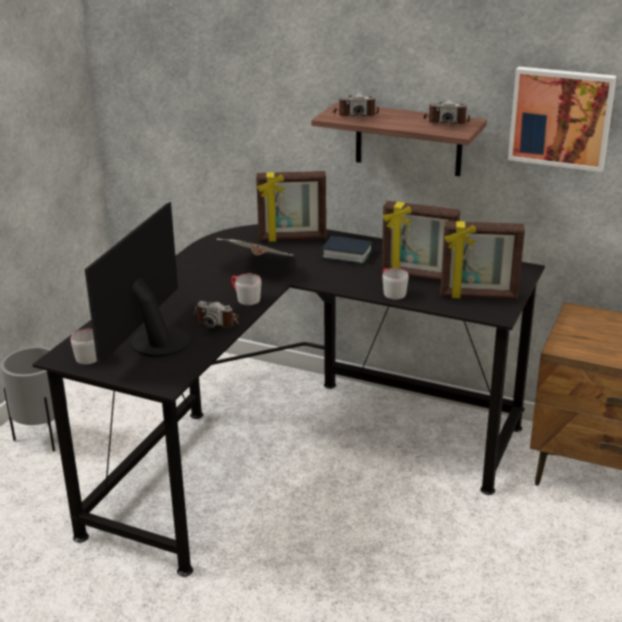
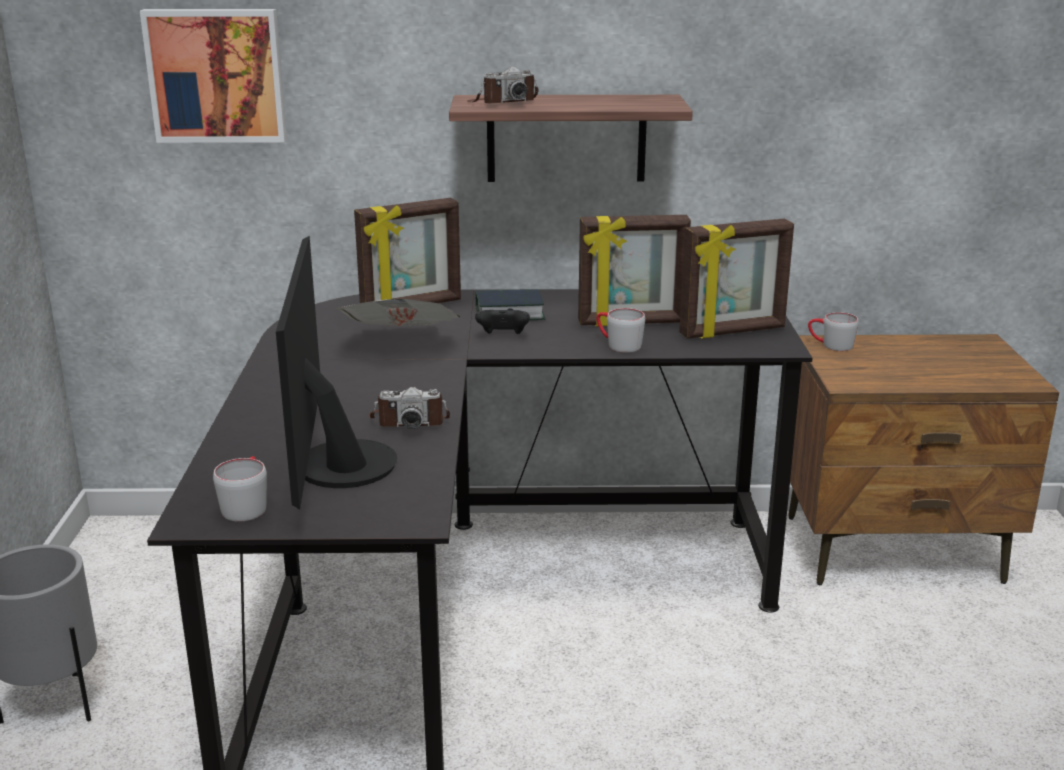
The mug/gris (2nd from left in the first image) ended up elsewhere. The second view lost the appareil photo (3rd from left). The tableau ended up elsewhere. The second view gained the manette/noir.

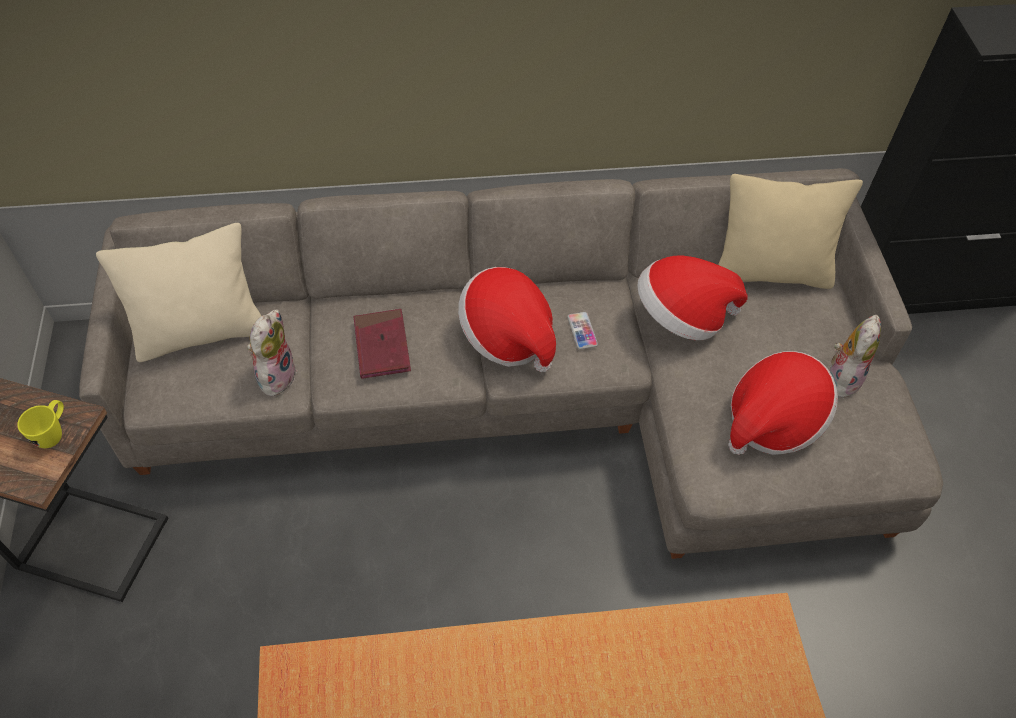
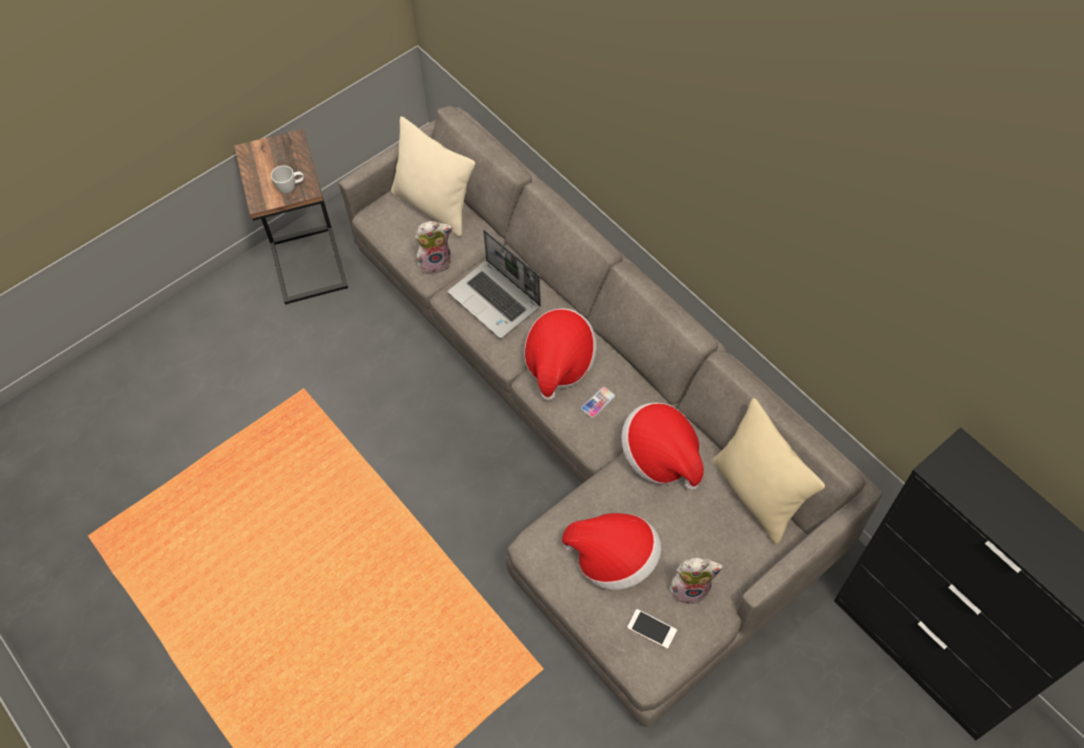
What was the mug/jaune turned into the mug/blanc. Where the livre/rouge stood, the ordinateur portable came to stand. The second view gained the téléphone (2nd from left).

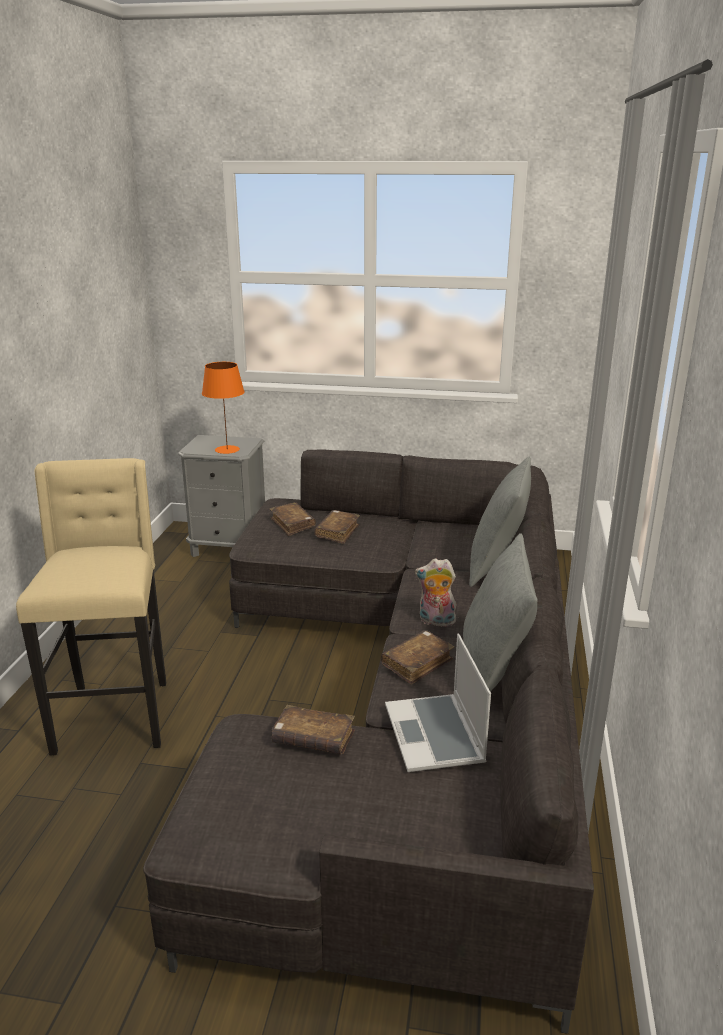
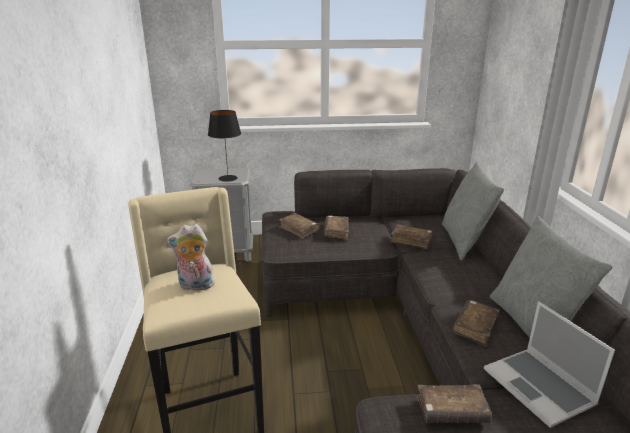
What was the lampe de table/orange turned into the lampe de table/noir. The peluche ended up elsewhere. The second view gained the livre/marron (3rd from left).

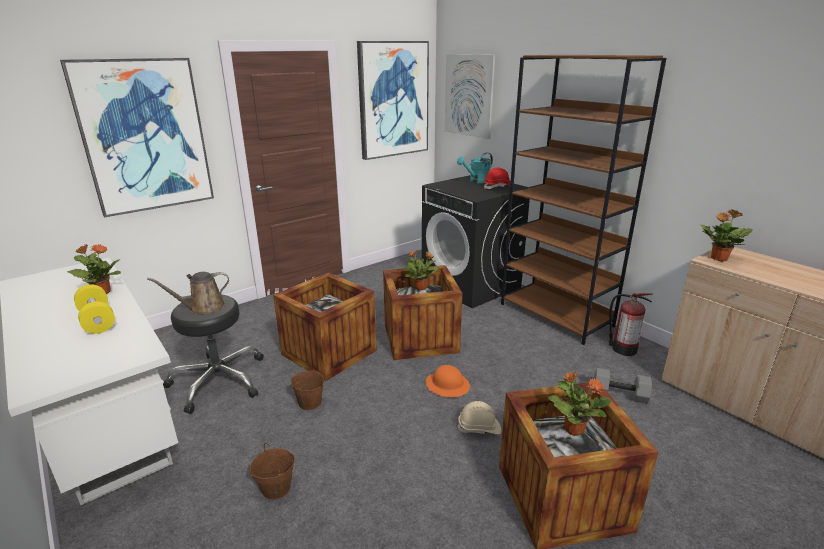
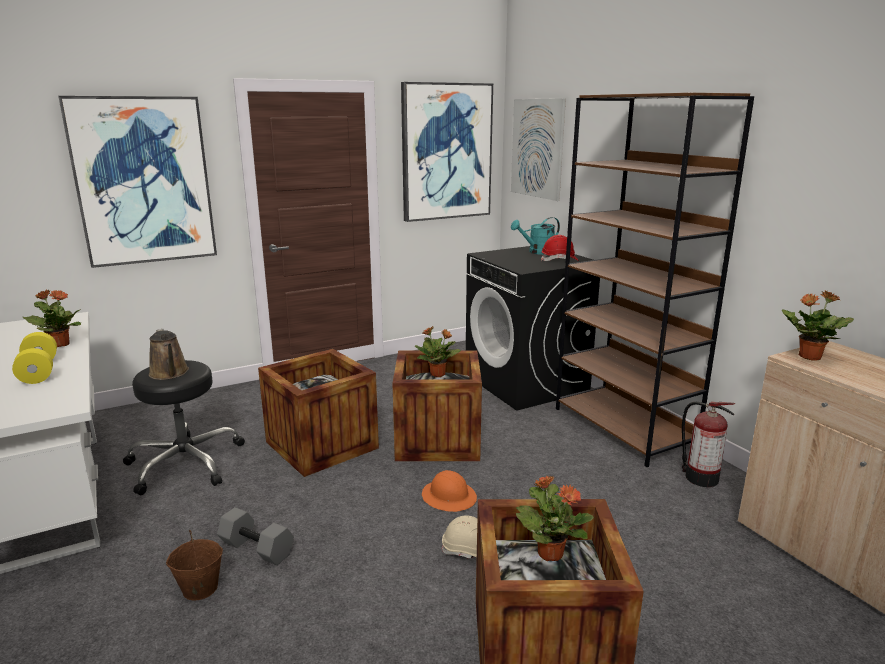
The arrosoir/marron ended up facing another way, 105 degrees counterclockwise from before. The second view lost the seau/marron (2nd from left). The haltère/gris ended up elsewhere.

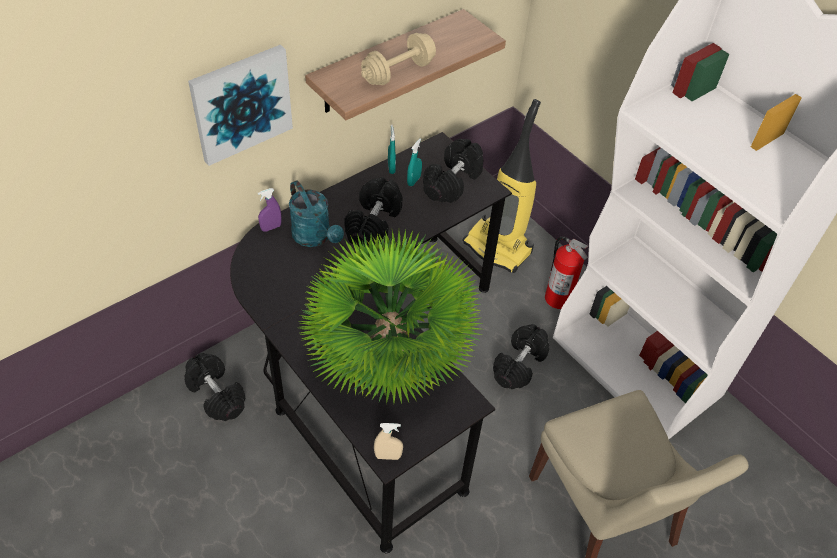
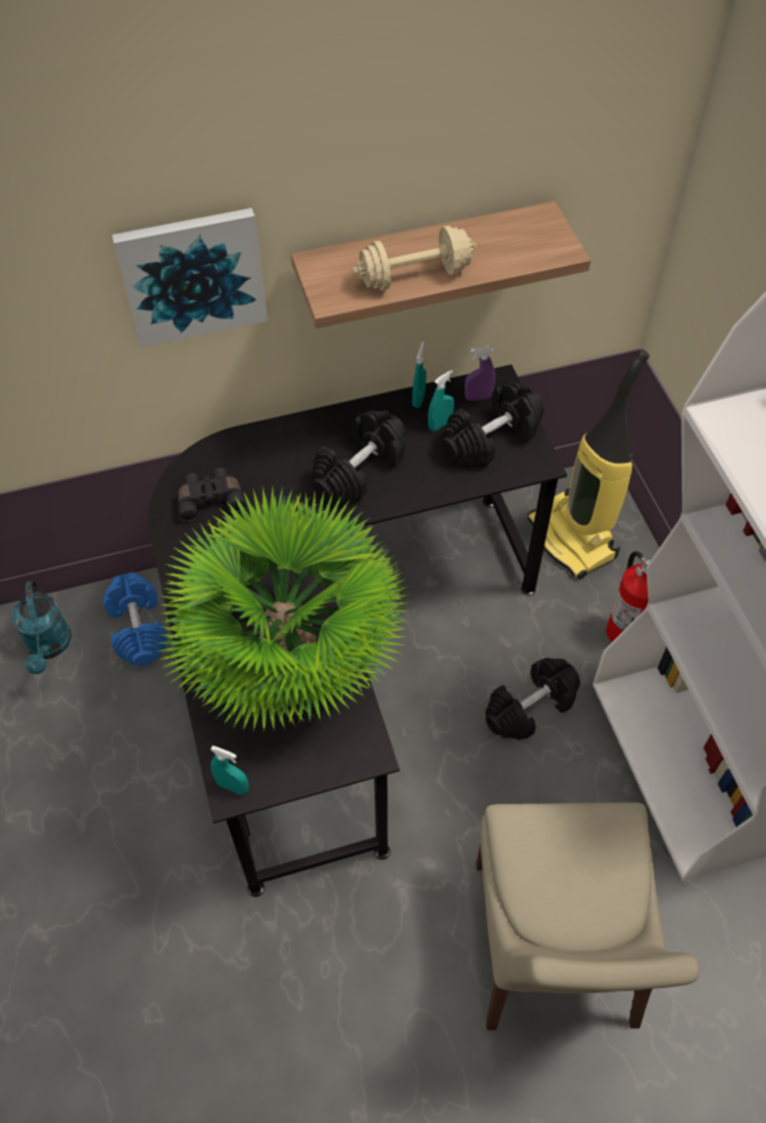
What was the haltère/noir (1st from left) turned into the haltère/bleu. The vaporisateur/violet ended up elsewhere. The arrosoir/turquoise ended up elsewhere. What was the vaporisateur/beige turned into the vaporisateur/turquoise (1st from left). The second view gained the jumelles/noir.

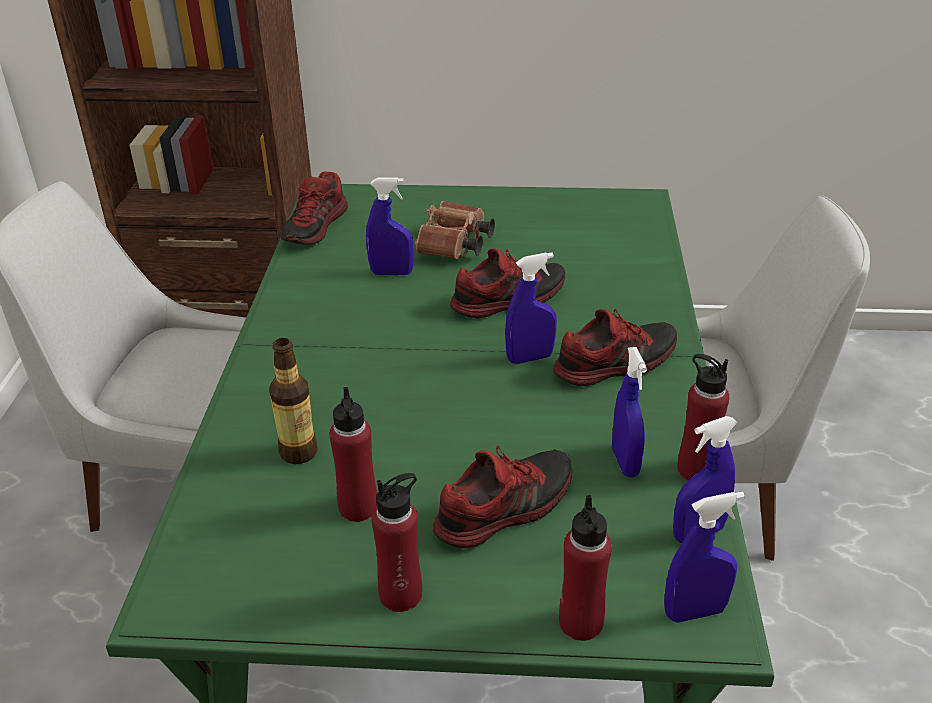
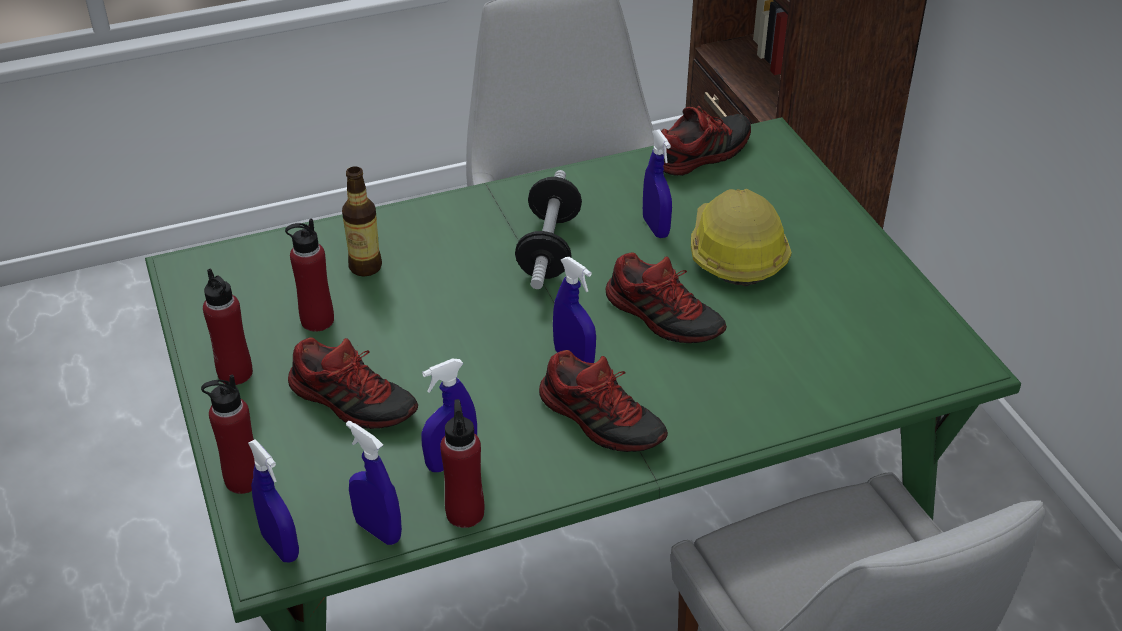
The chaussure (1st from left in the first image) ended up facing another way, 150 degrees clockwise from before. Where the jumelles/marron stood, the casque de chantier came to stand. The second view gained the haltère.

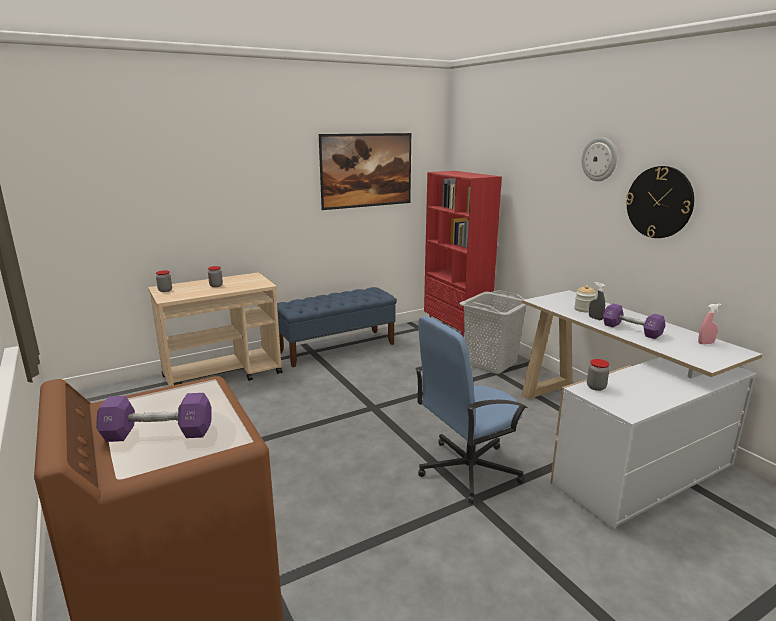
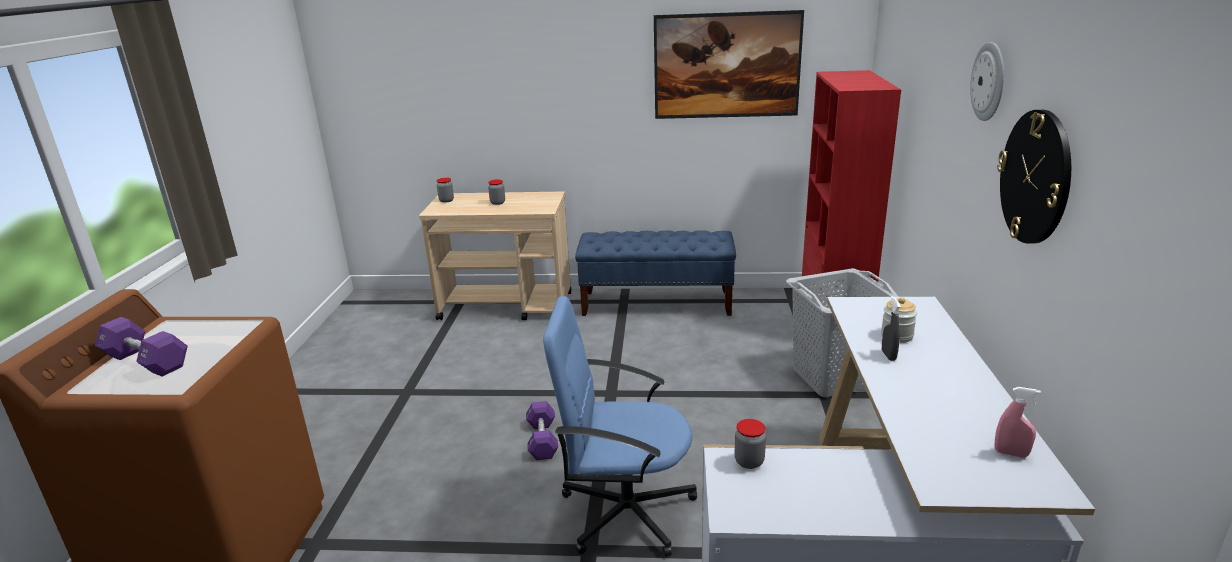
The haltère/violet (2nd from left) ended up elsewhere.

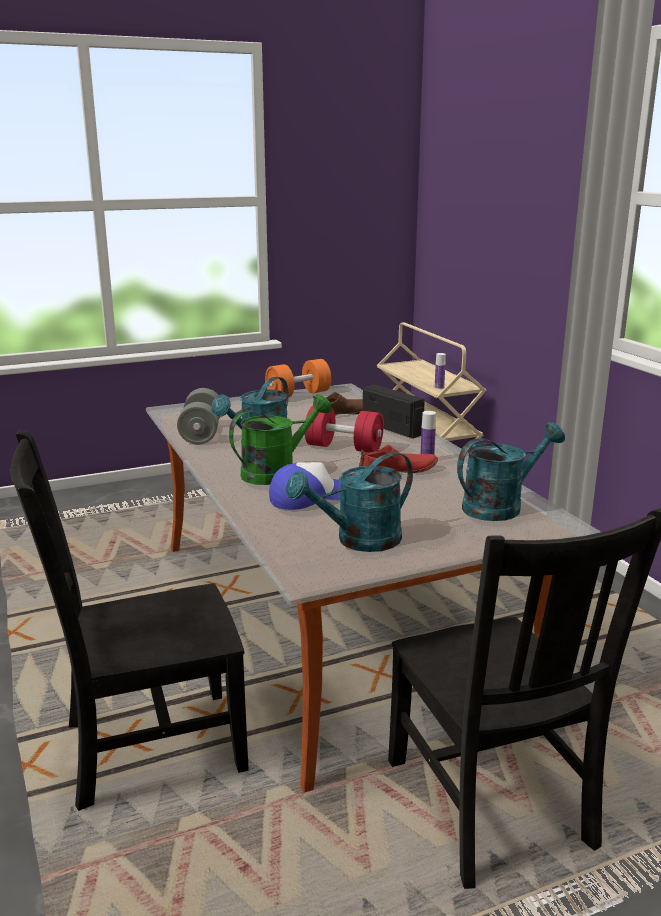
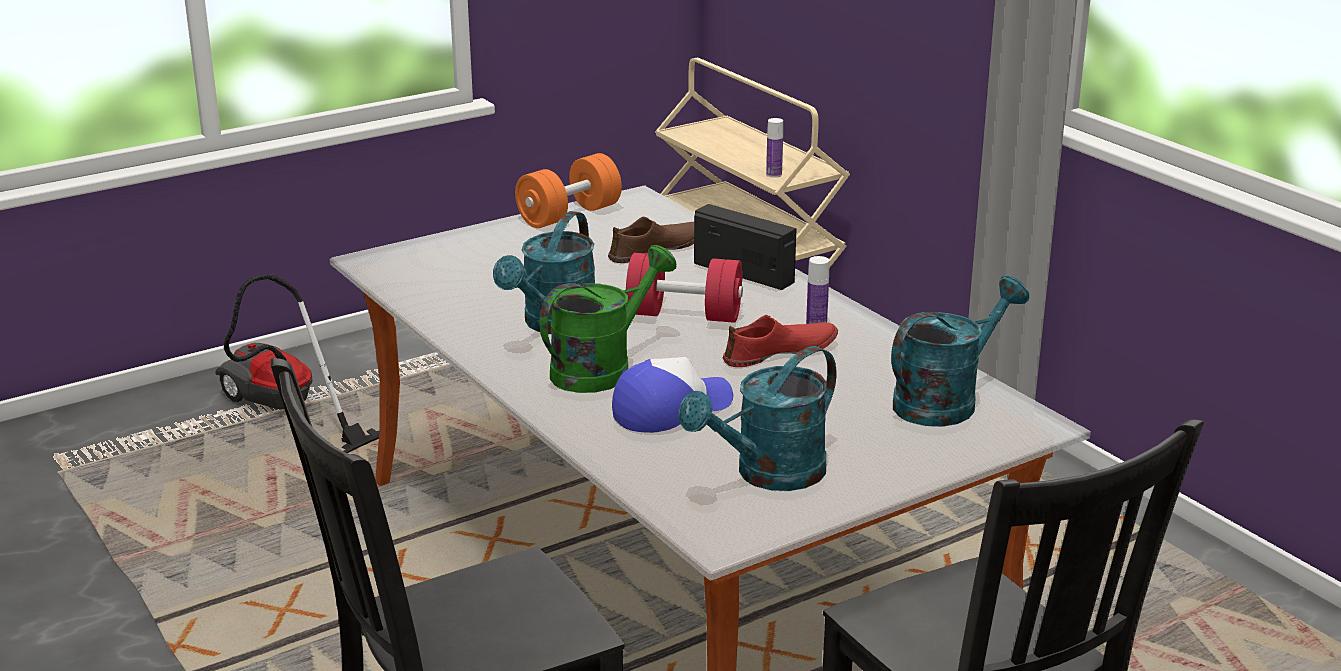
The second view lost the haltère/gris. The second view gained the aspirateur.

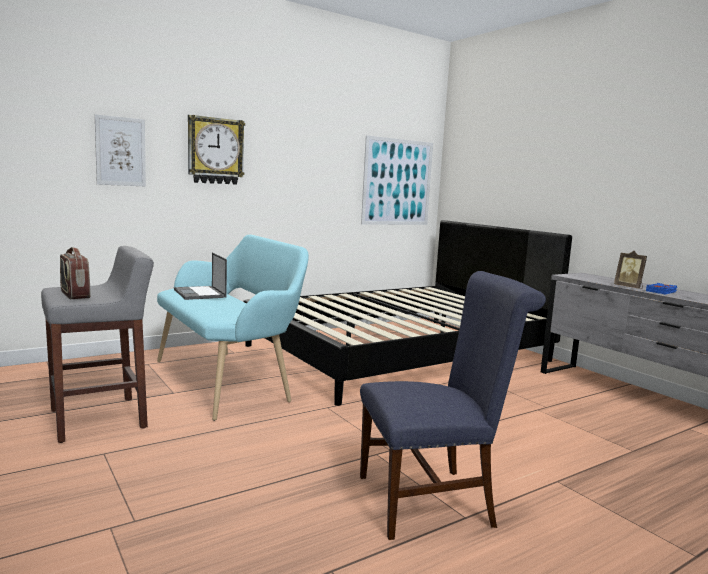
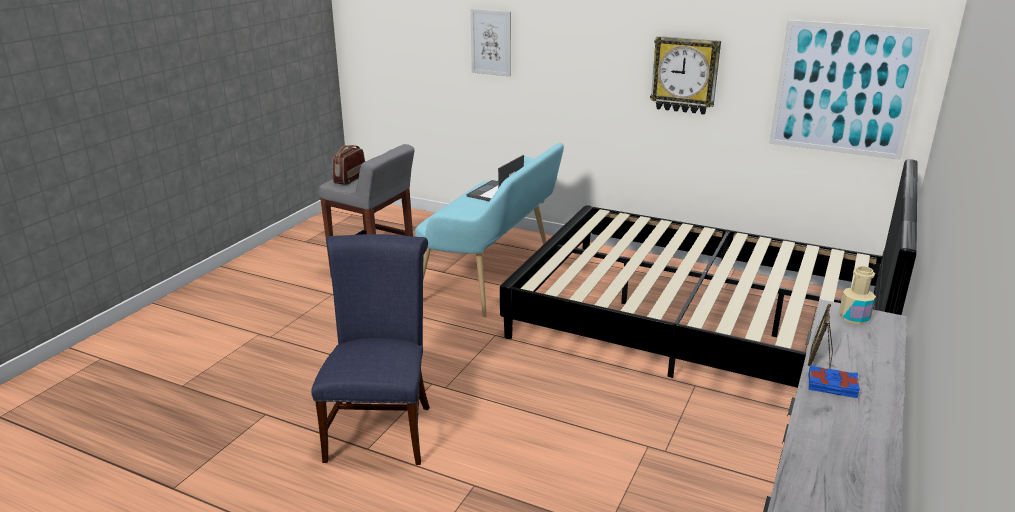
The horloge murale ended up elsewhere. The chaise/bleu ended up facing another way, 135 degrees counterclockwise from before. The second view gained the bouteille/beige.

